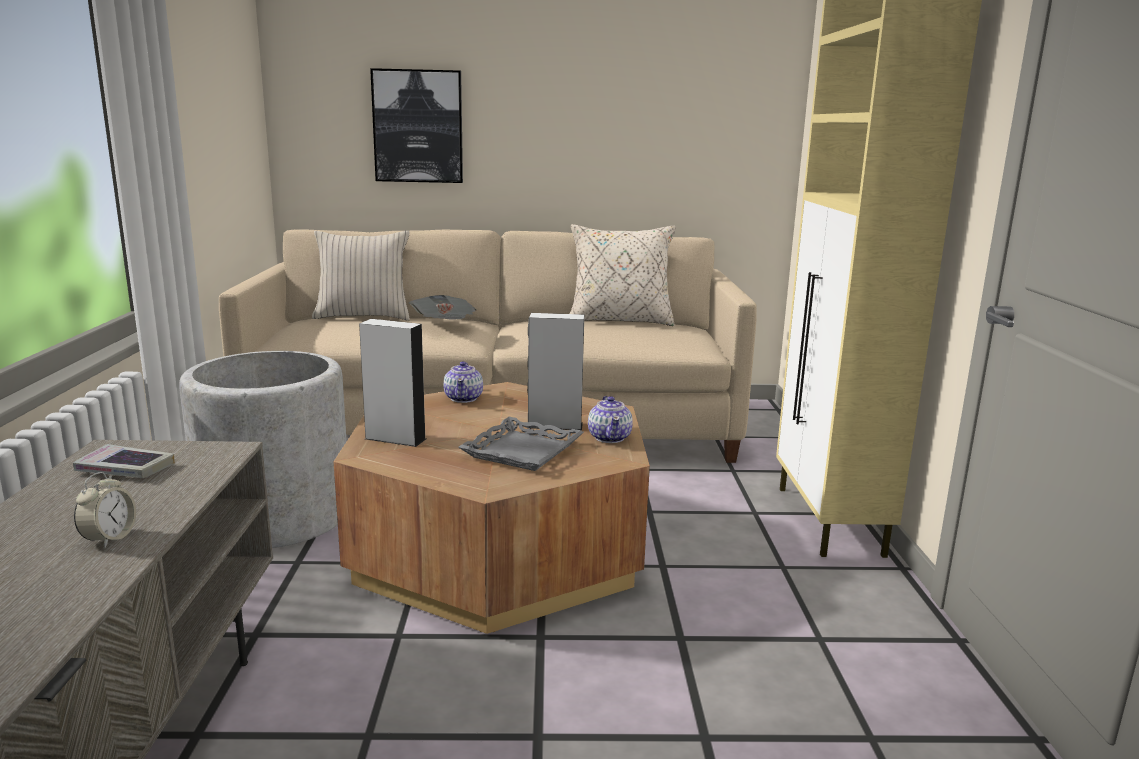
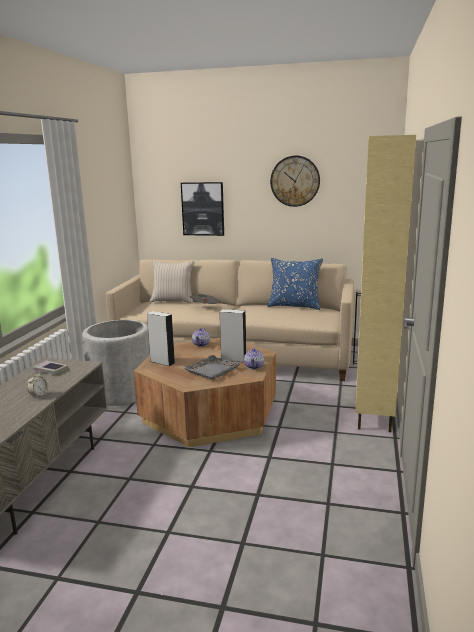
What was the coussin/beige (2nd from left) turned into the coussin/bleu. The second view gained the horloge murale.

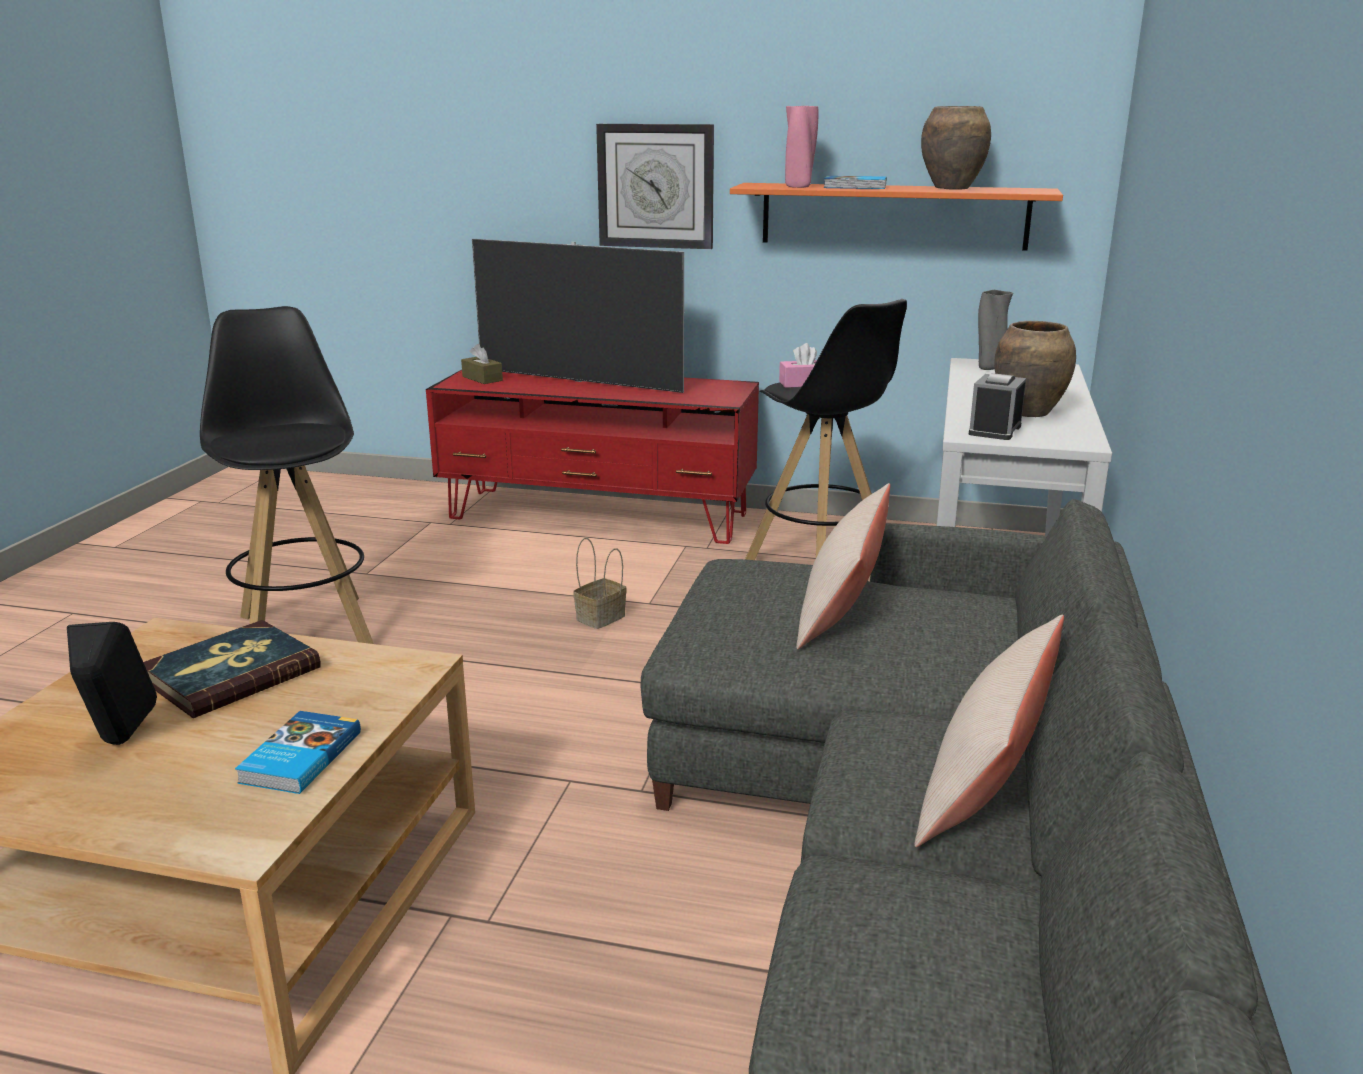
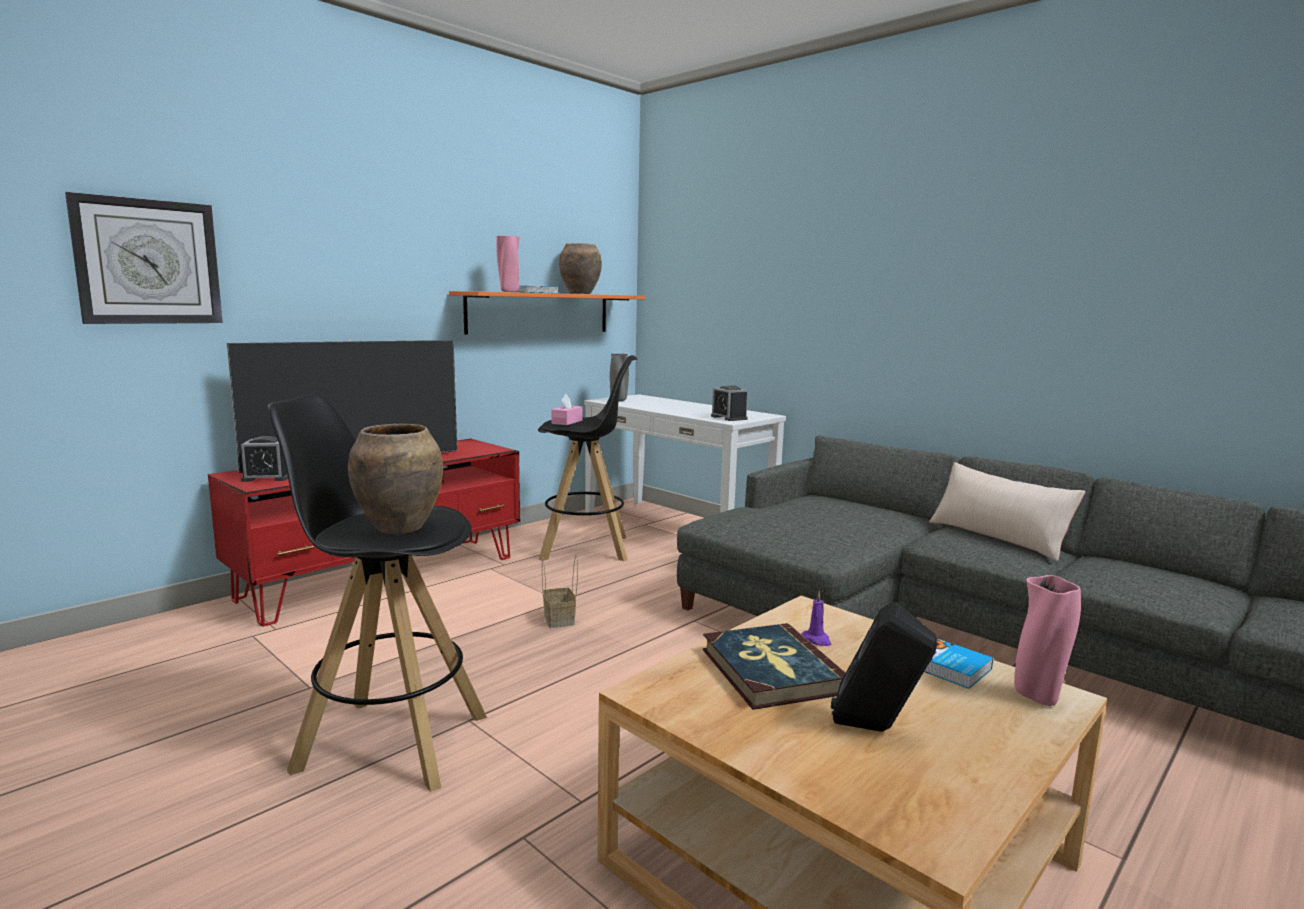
Where the boîte à mouchoirs/marron stood, the réveil (1st from left) came to stand. The horloge murale ended up elsewhere. The second view lost the coussin/beige (1st from left). The vase/marron (2nd from left in the first image) ended up elsewhere. The second view gained the bougie/violet. The second view gained the vase/rose (2nd from left).

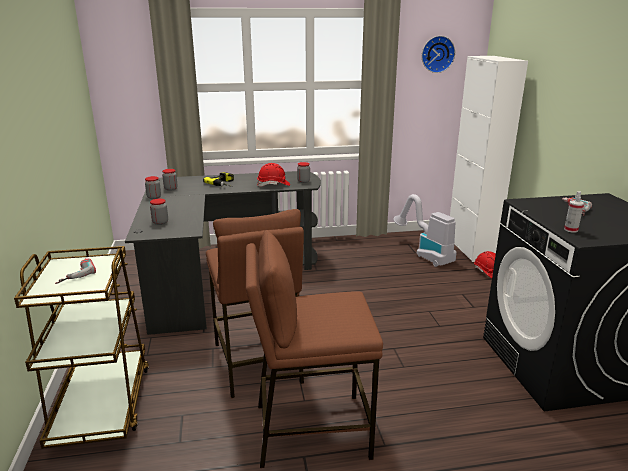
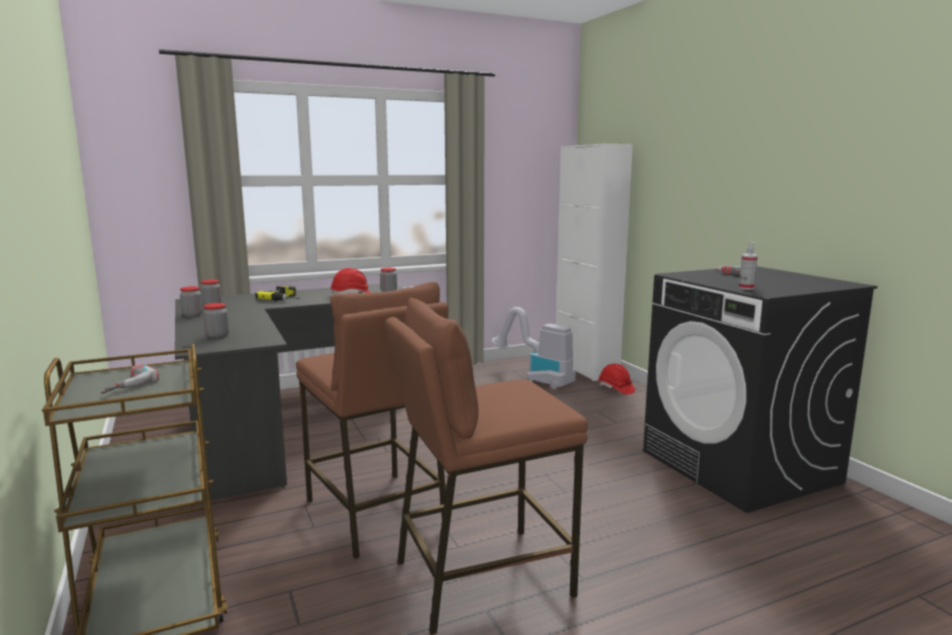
The second view lost the horloge murale.

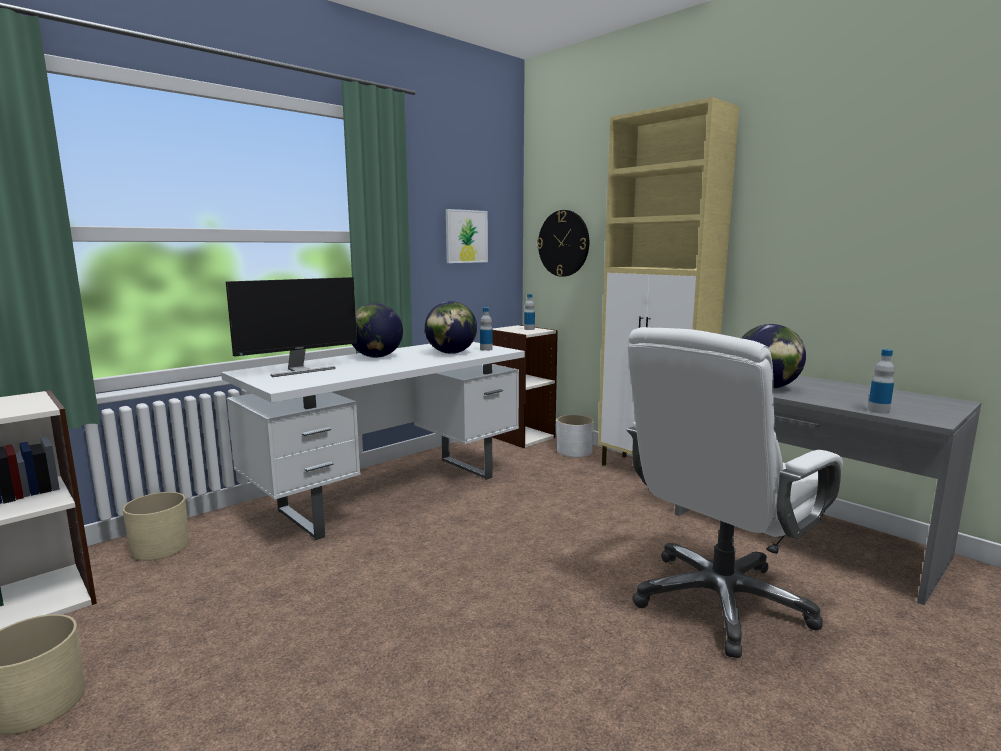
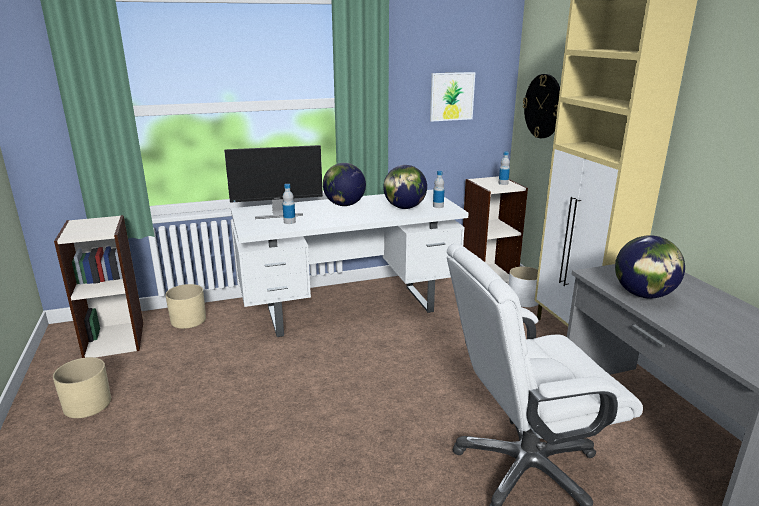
The bouteille (3rd from left in the first image) ended up elsewhere.

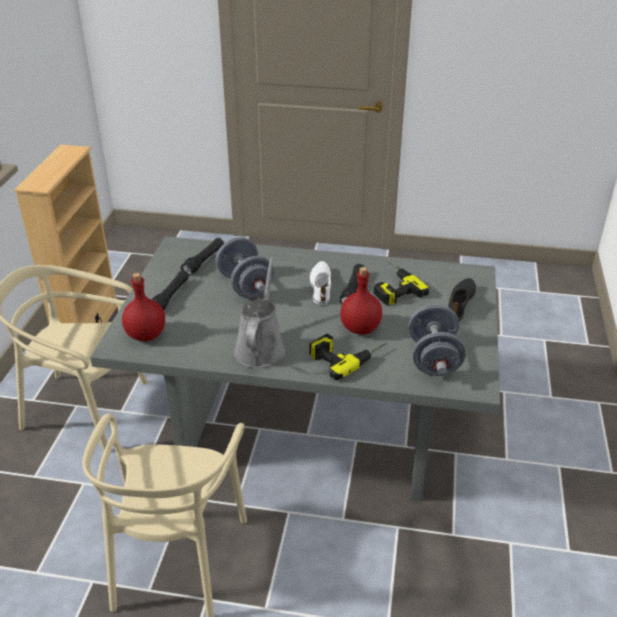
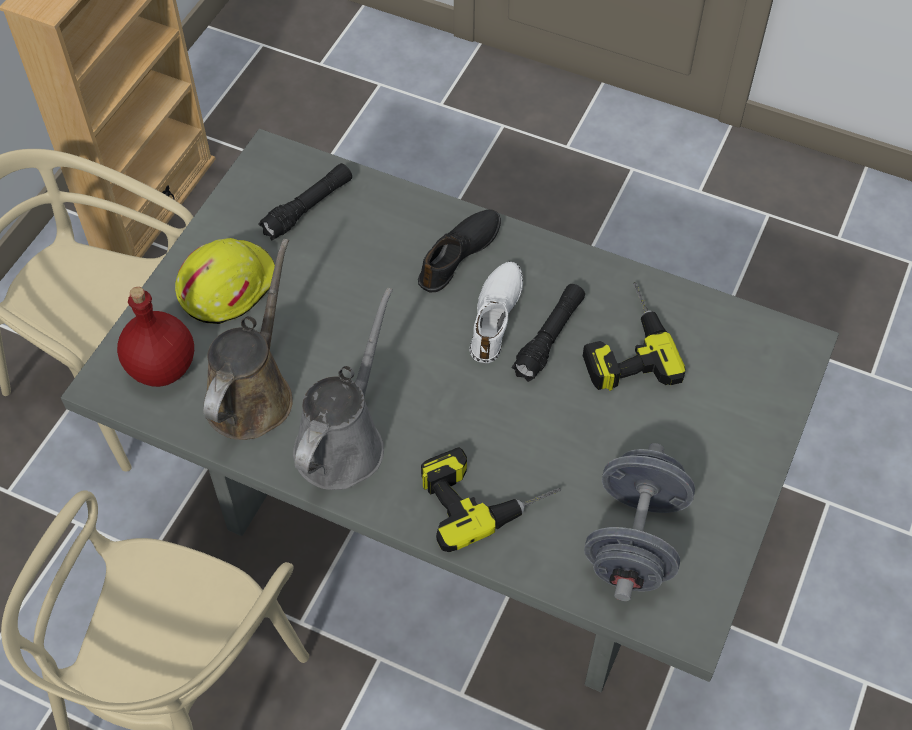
Where the lampe de poche/noir (1st from left) stood, the casque de chantier/jaune came to stand. The second view lost the haltère/gris (1st from left). The second view lost the bouteille/rouge (2nd from left). The chaussure/noir ended up elsewhere. The second view gained the arrosoir/marron.

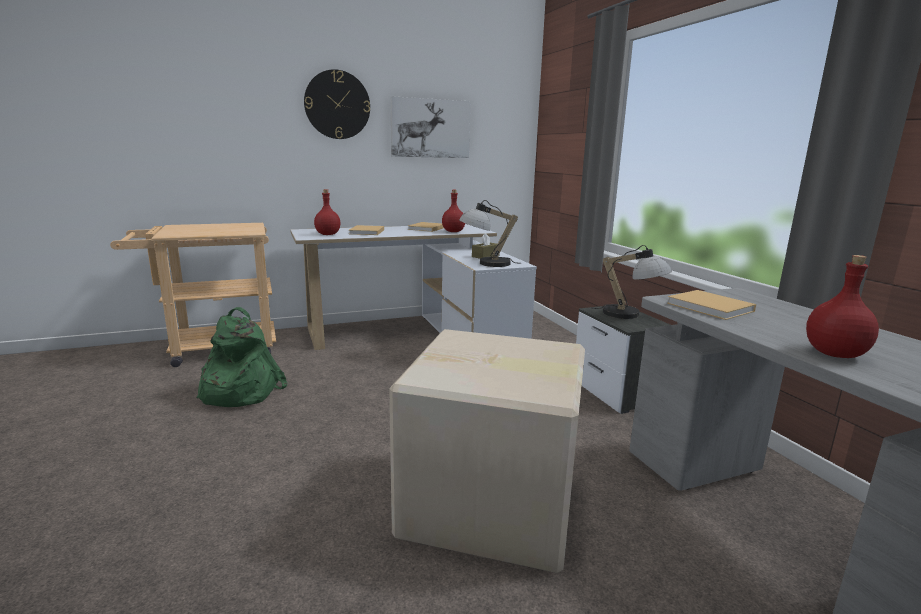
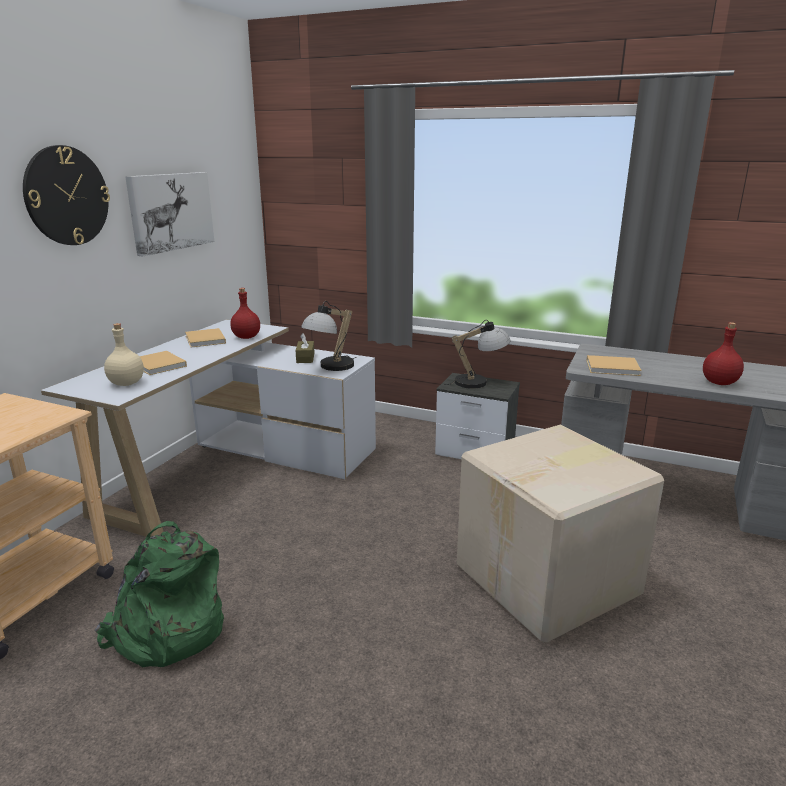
What was the bouteille/rouge (1st from left) turned into the bouteille/beige.

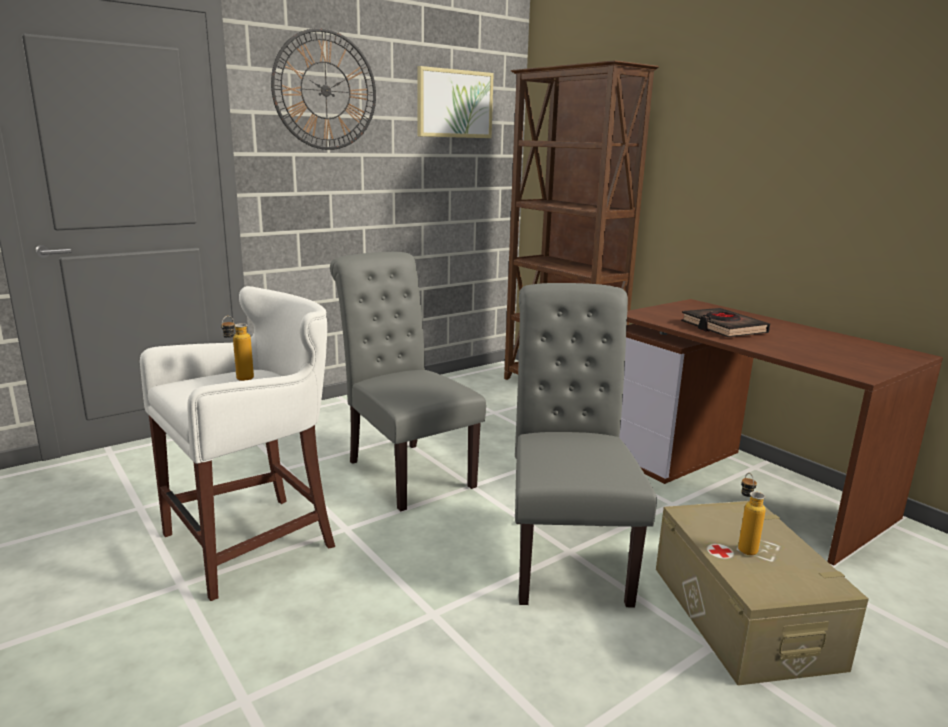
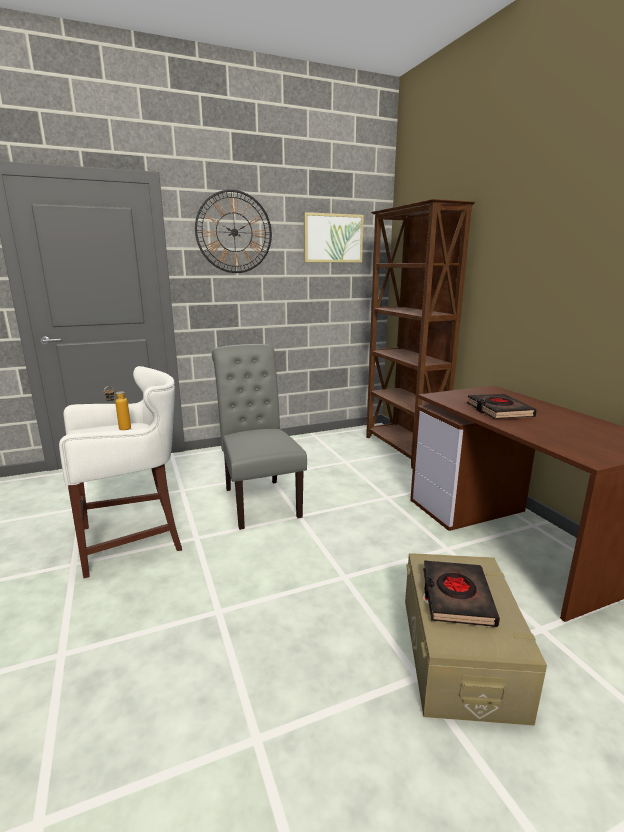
The second view lost the chaise/gris (2nd from left). Where the bouteille (2nd from left) stood, the livre/noir (1st from left) came to stand.

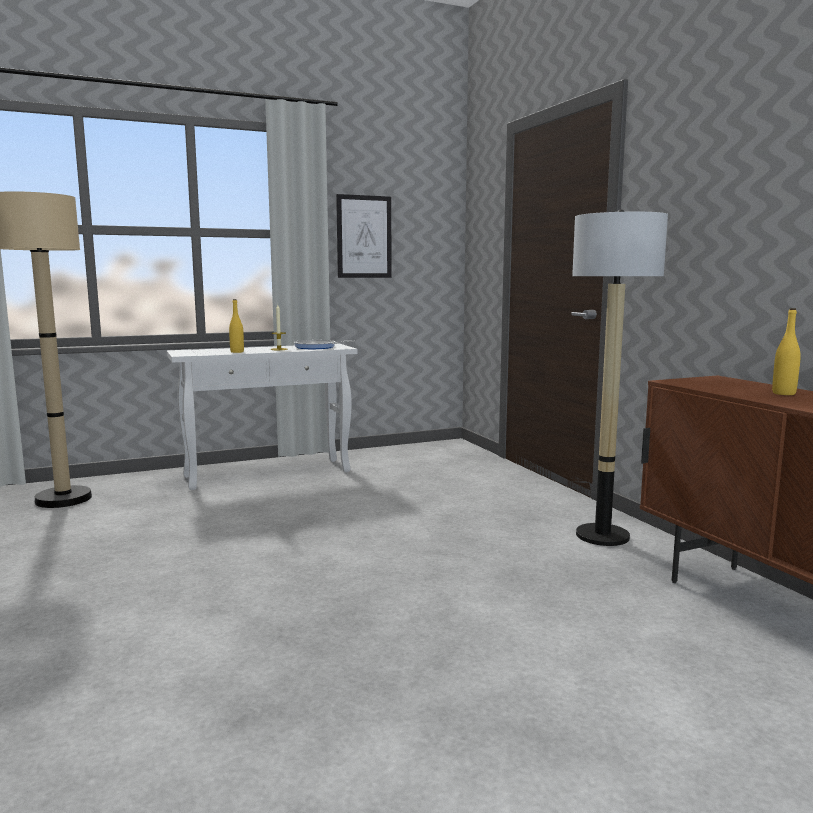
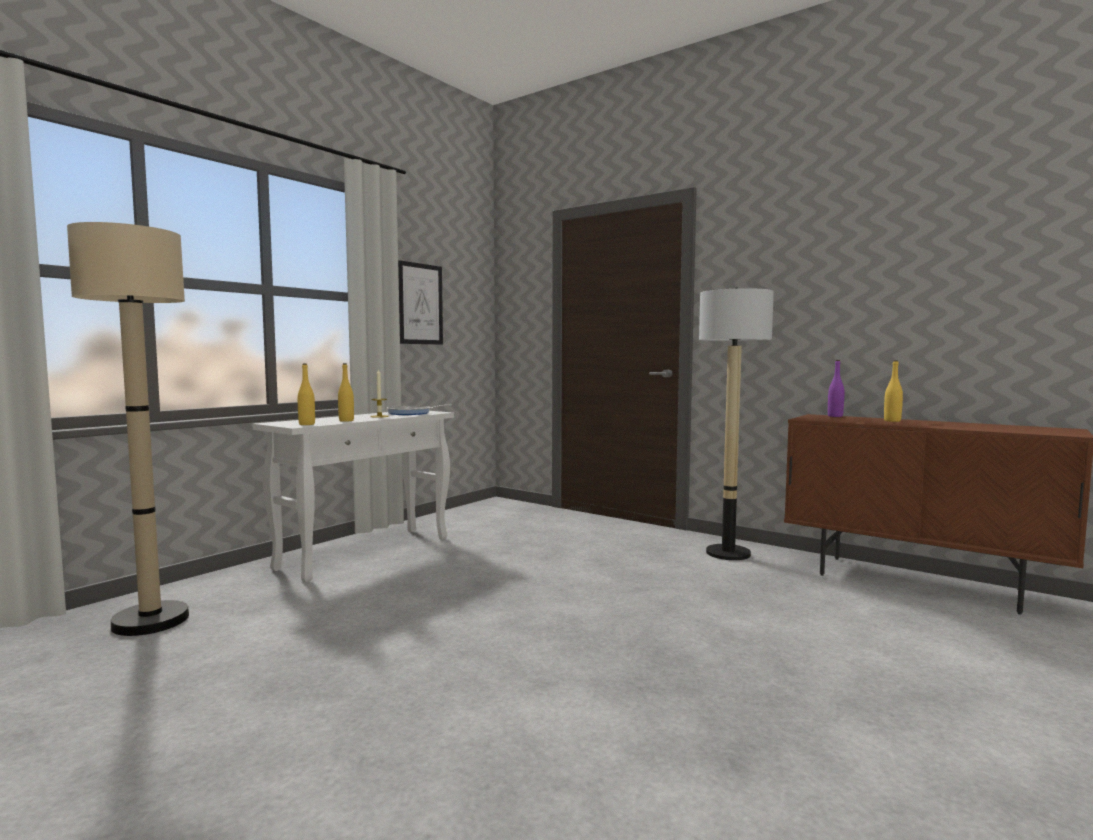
The second view gained the bouteille/jaune (1st from left). The second view gained the bouteille/violet.

